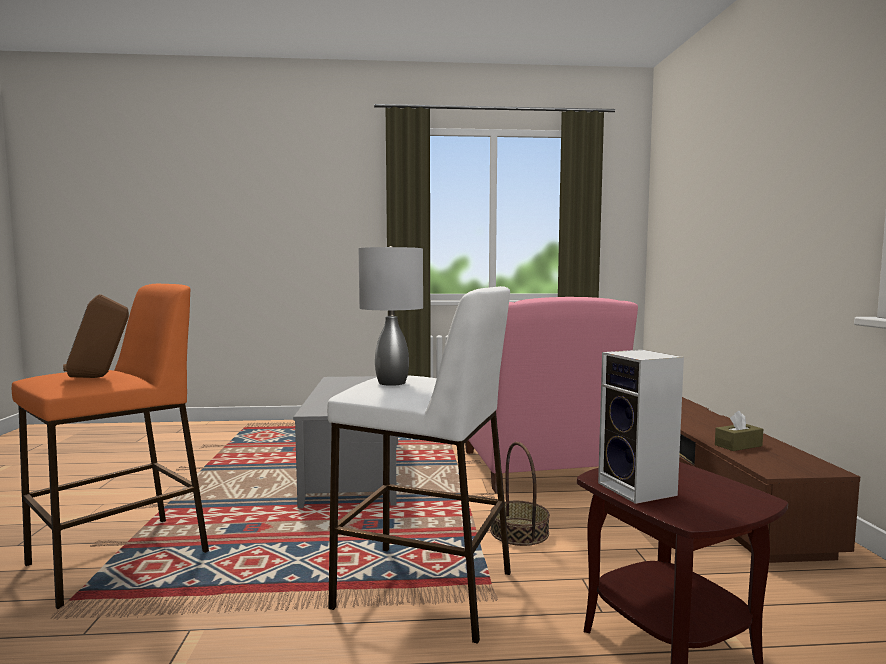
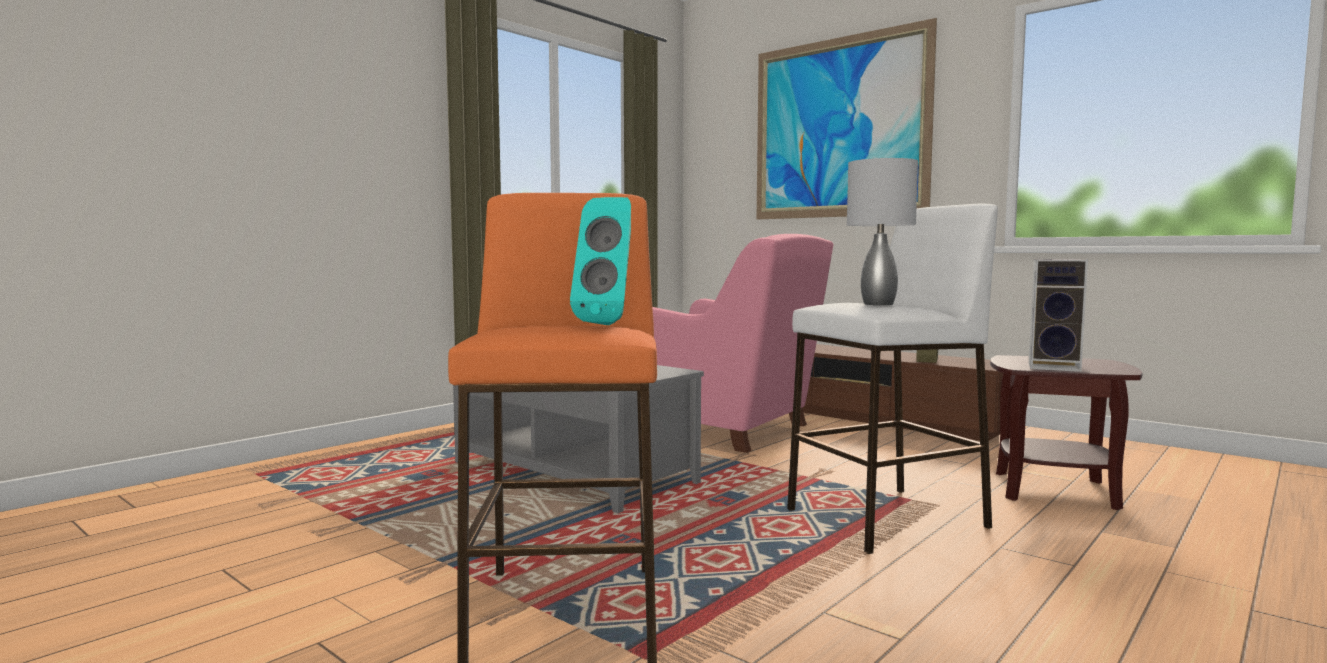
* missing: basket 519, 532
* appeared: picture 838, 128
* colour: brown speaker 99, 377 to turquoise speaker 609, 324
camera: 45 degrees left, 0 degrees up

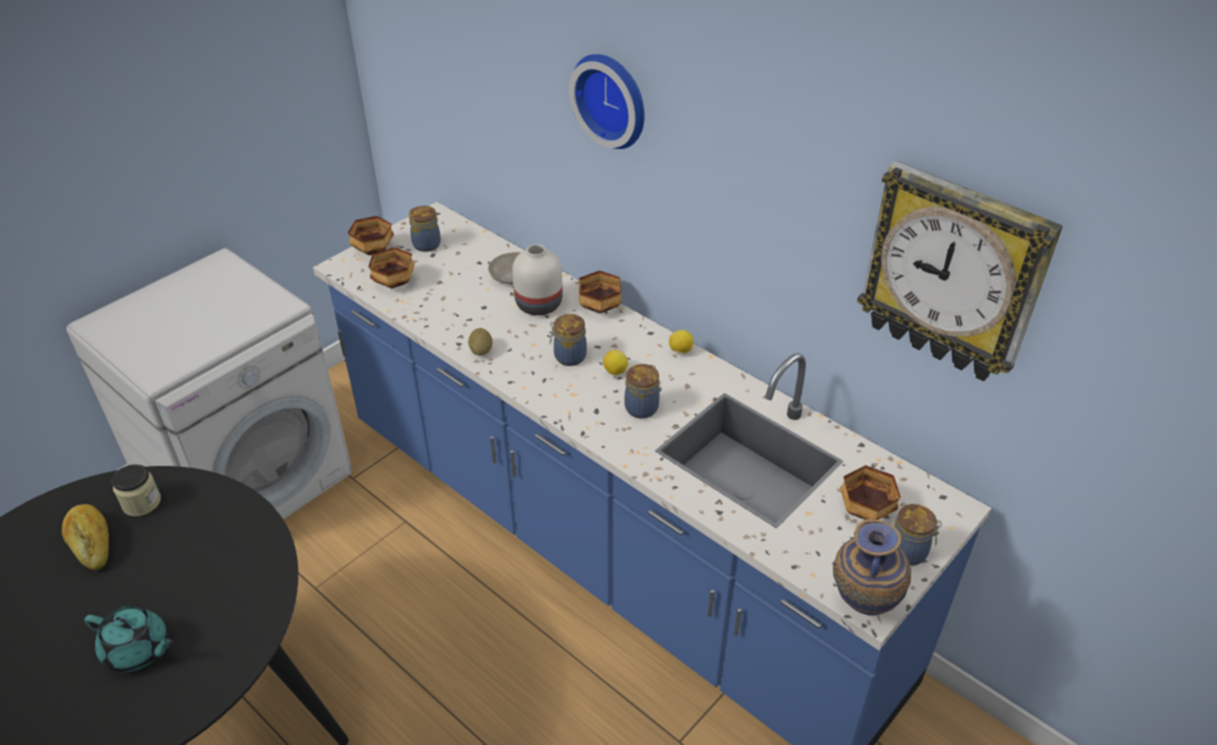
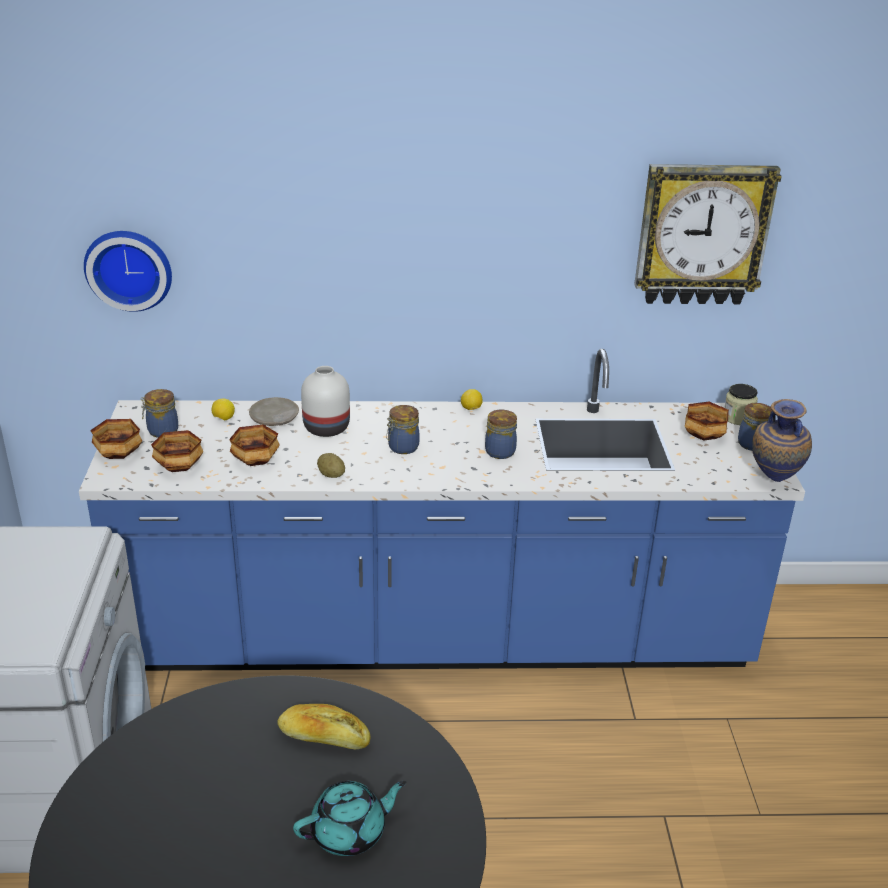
* relocated: bread 91, 543 to 323, 737
* relocated: jar 142, 503 to 738, 418
* relocated: wall clock 613, 99 to 129, 268
* relocated: bowl 600, 306 to 255, 460
* relocated: lemon 615, 371 to 223, 419
camera: 45 degrees left, 10 degrees down

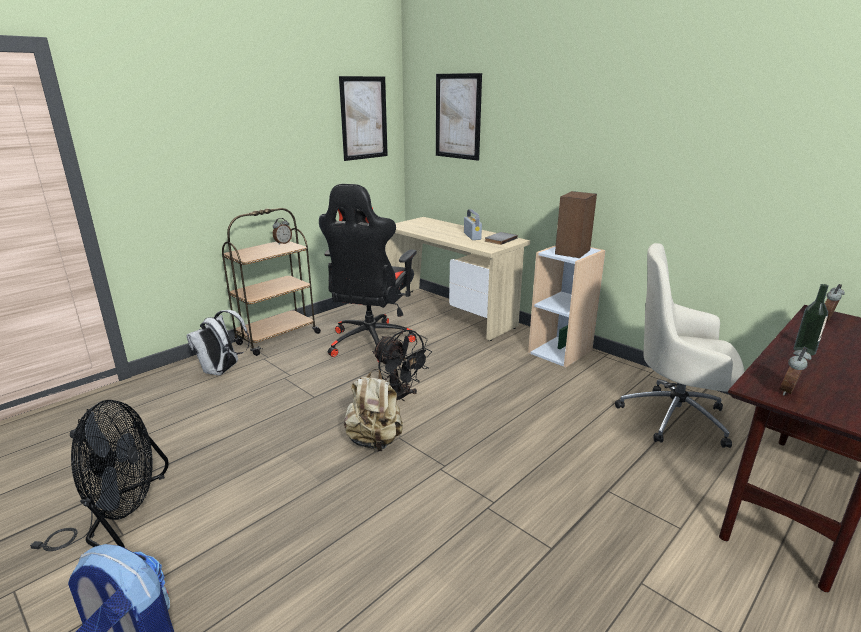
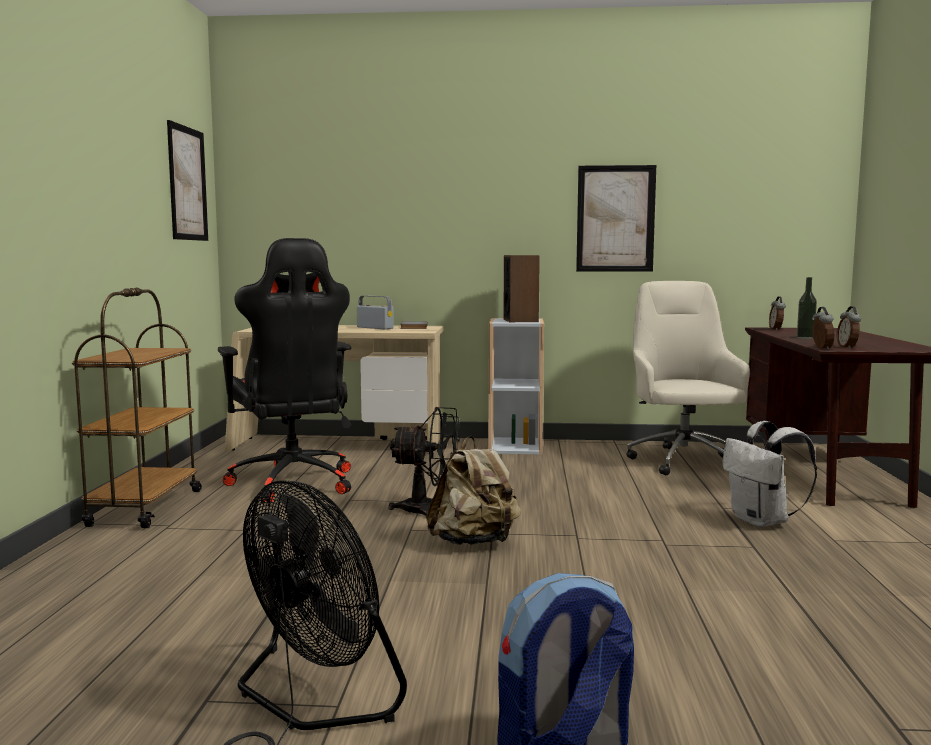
* relocated: white backpack 222, 371 to 762, 521
* relocated: alarm clock 283, 243 to 821, 348
* relocated: picture 458, 116 to 615, 219
* spun: beige office chair 673, 418 = 683, 461 105 degrees clockwise
camera: 40 degrees left, 15 degrees down

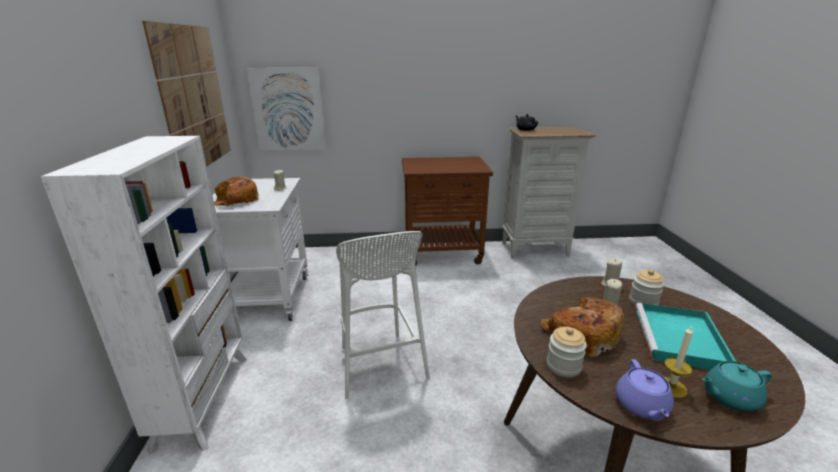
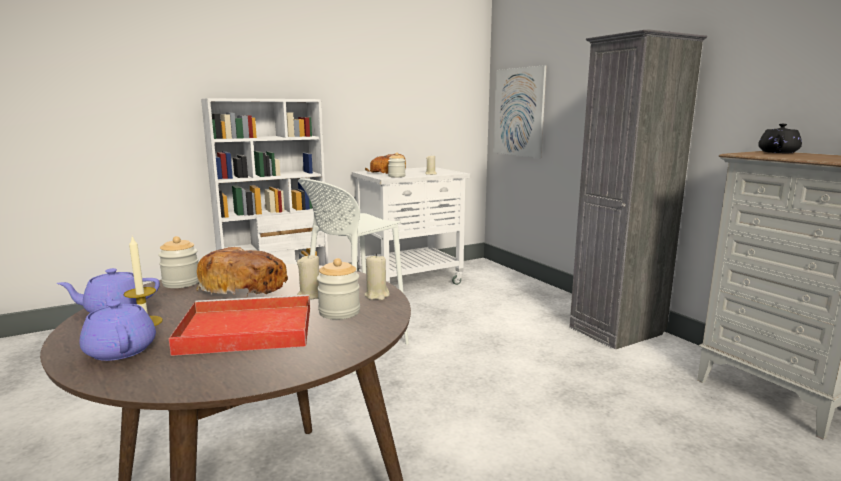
* missing: picture 193, 99
* appeared: jar 396, 176
* exchanged: brown cart 443, 254 to grey cabinet 617, 331
* colour: turquoise tray 681, 340 to red tray 244, 330
* colour: turquoise teapot 729, 397 to purple teapot 120, 349
camera: 65 degrees right, 10 degrees down

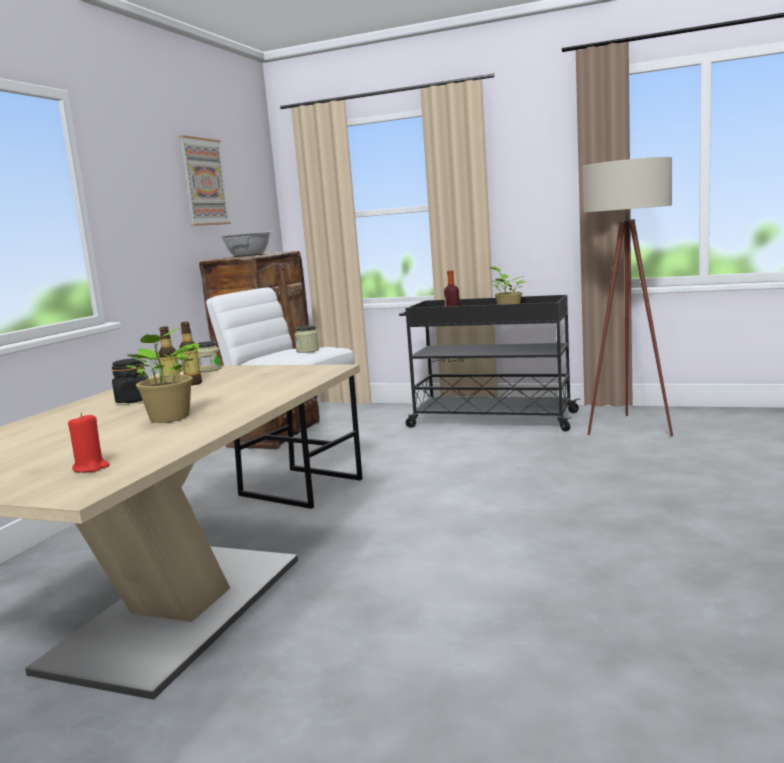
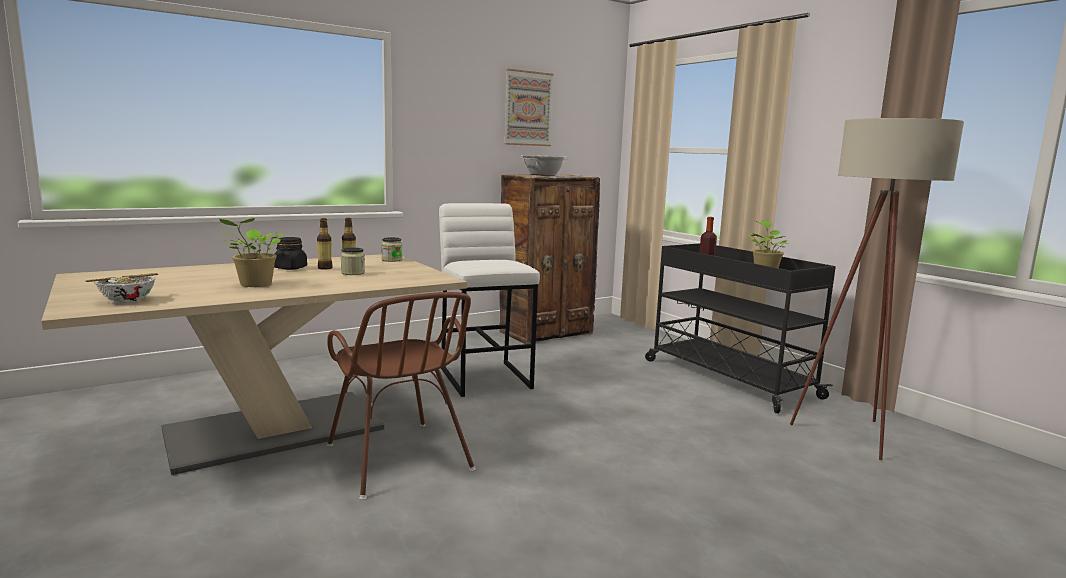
* appeared: brown chair 400, 460
* relocated: jar 307, 350 to 353, 273
* exchanged: red candle 91, 468 to bowl 127, 300
camera: 35 degrees right, 0 degrees up

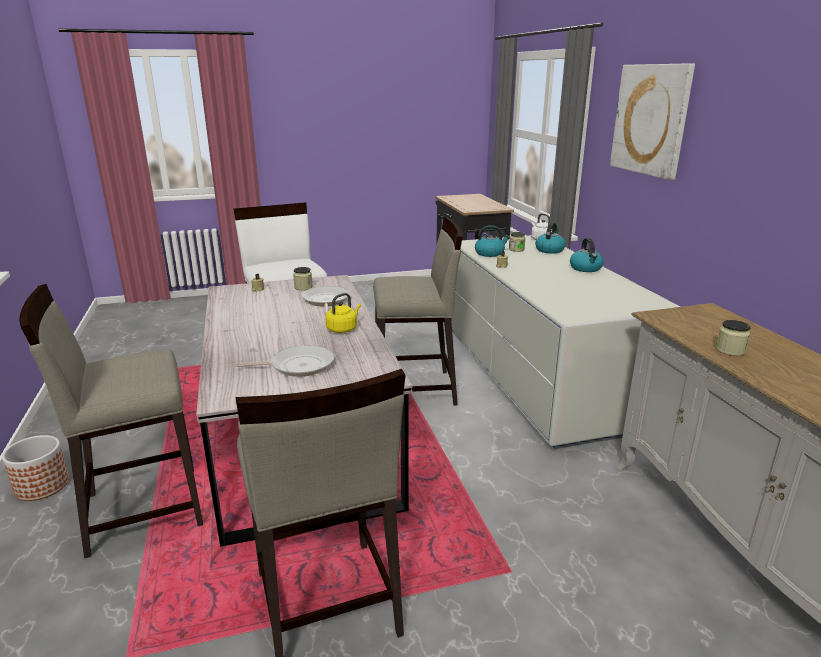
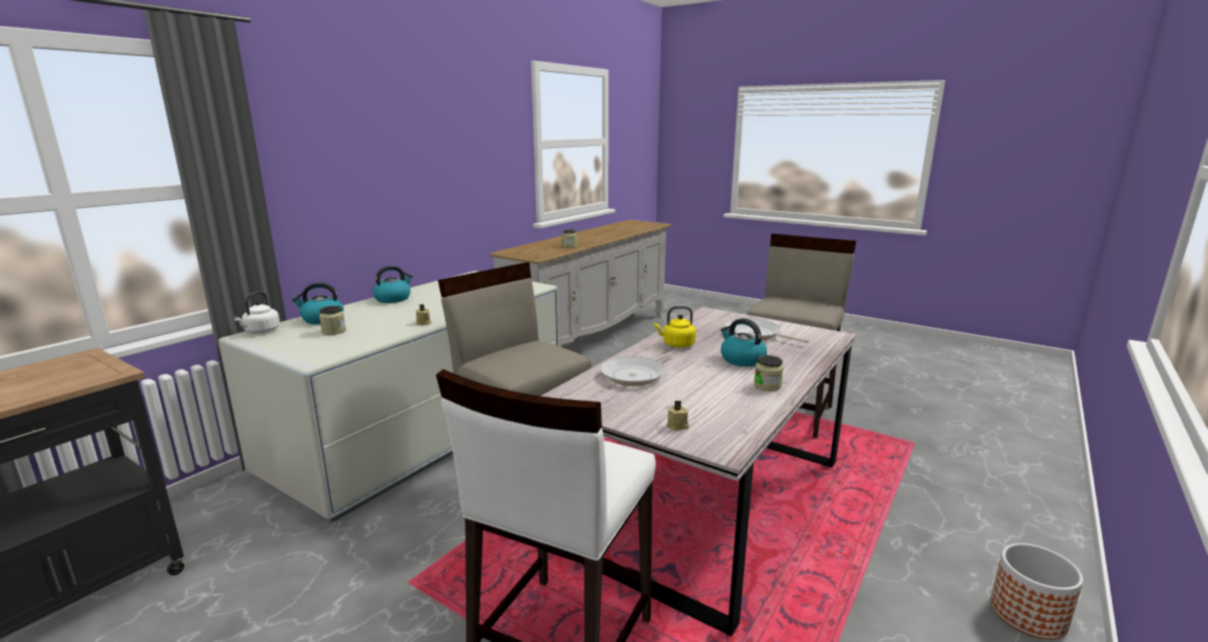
* missing: beige stool 142, 509
* missing: picture 651, 120
* relocated: jar 303, 287 to 767, 385
* relocated: kettle 490, 253 to 741, 359
camera: 130 degrees left, 5 degrees down

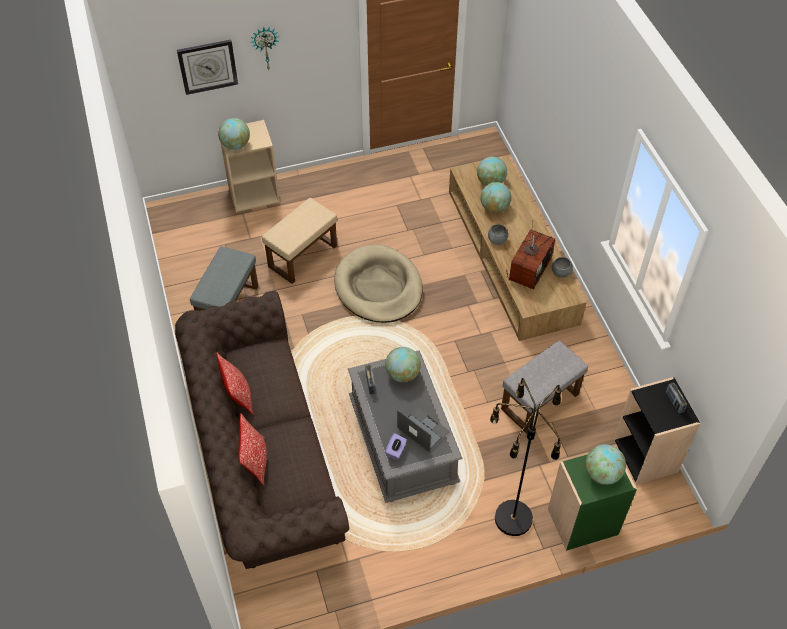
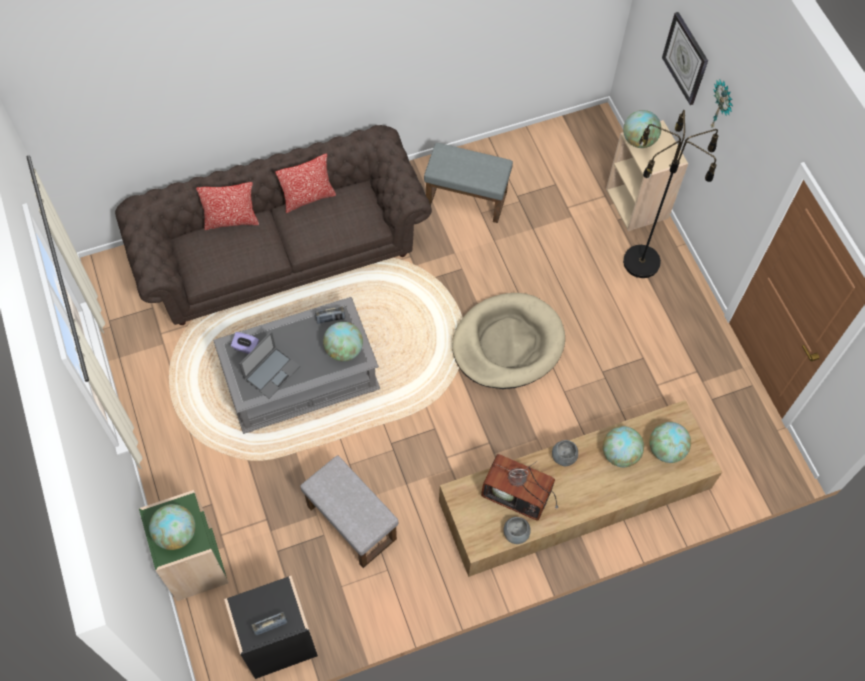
* missing: beige ottoman 302, 255
* relocated: floor lamp 512, 518 to 641, 261
camera: 85 degrees right, 10 degrees up

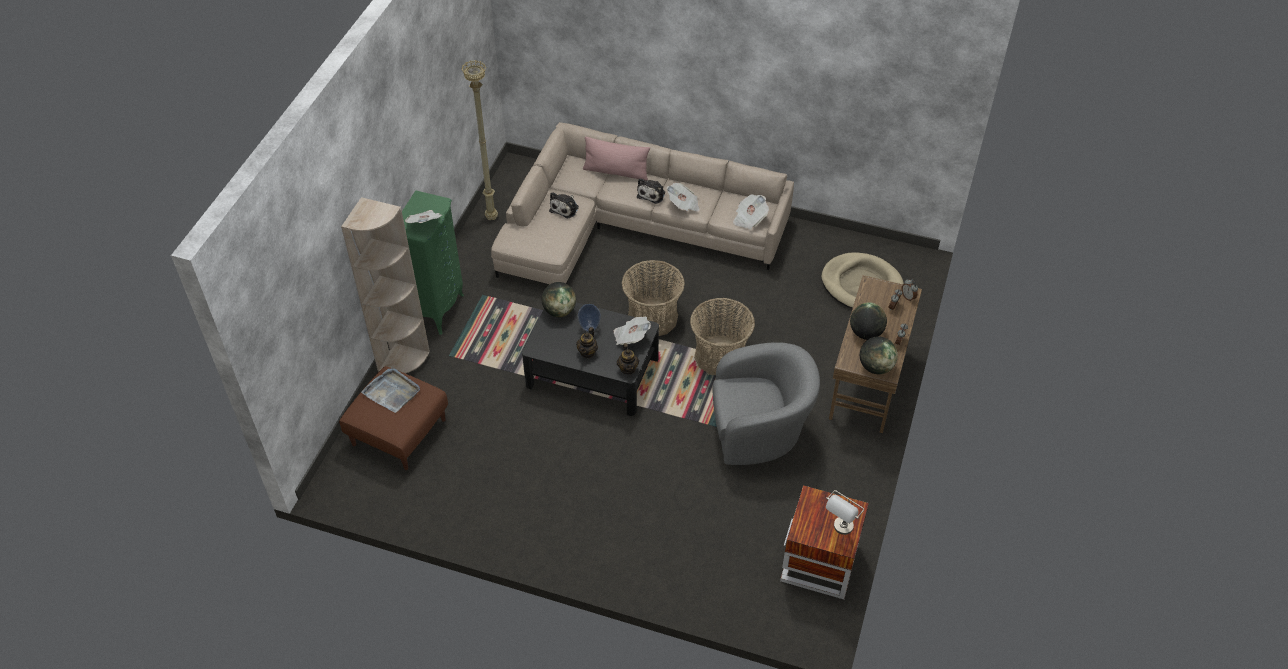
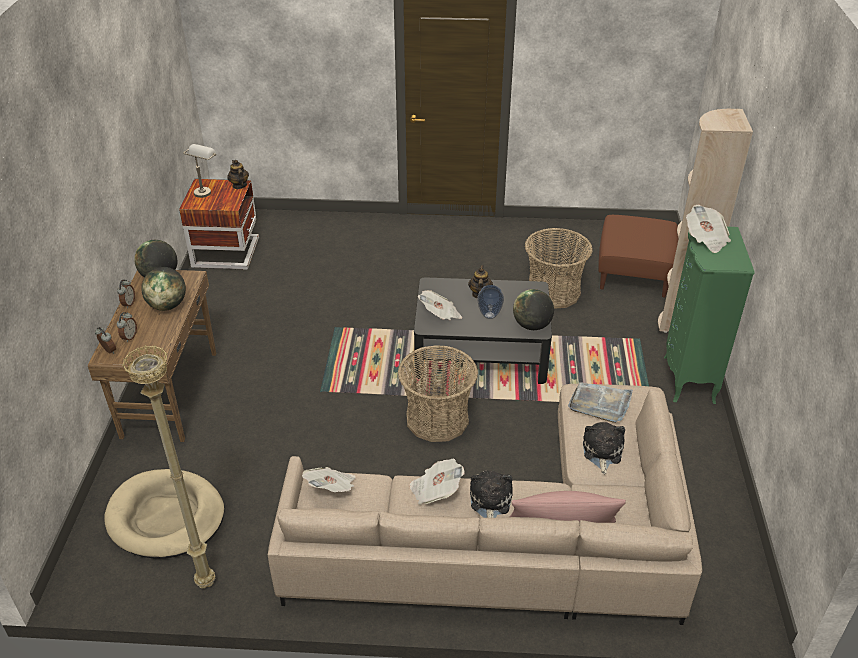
* missing: grey armchair 759, 432
* relocated: grey tray 392, 391 to 600, 403
* relocated: beige floor lamp 492, 218 to 204, 583
* relocated: teapot 628, 369 to 239, 185
* relocated: basket 719, 356 to 553, 292
camera: 165 degrees right, 10 degrees down

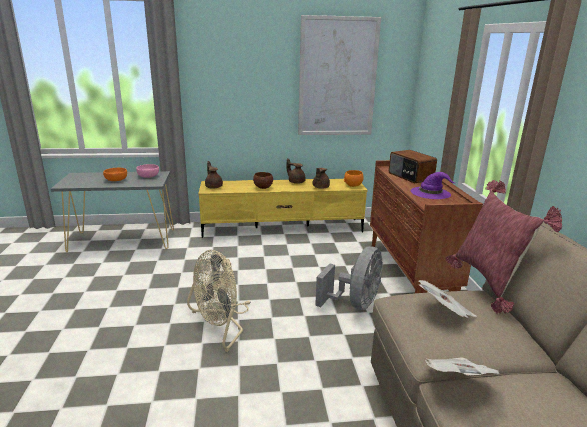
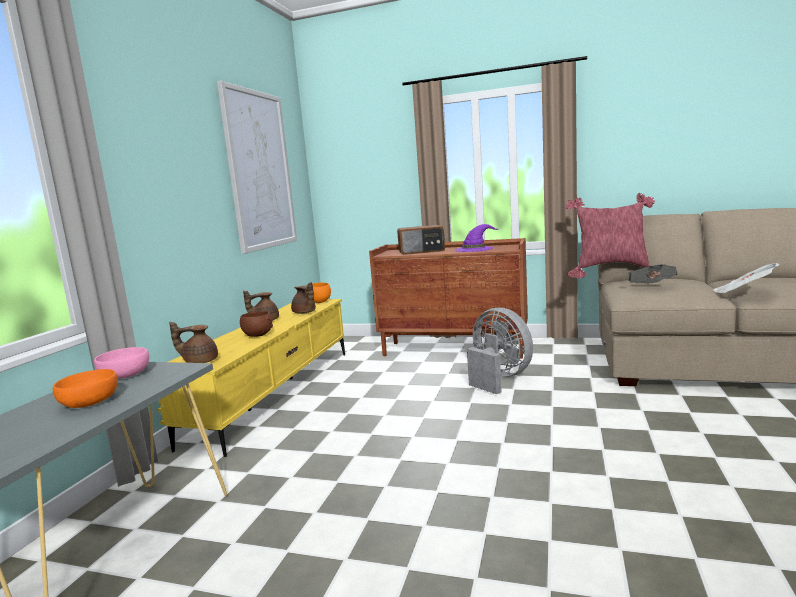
* missing: beige fan 222, 323
camera: 65 degrees left, 10 degrees down

